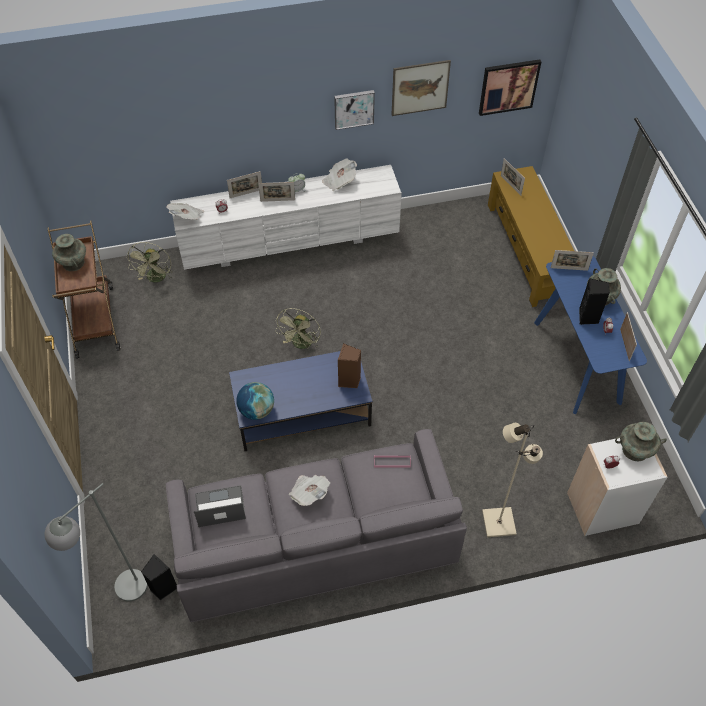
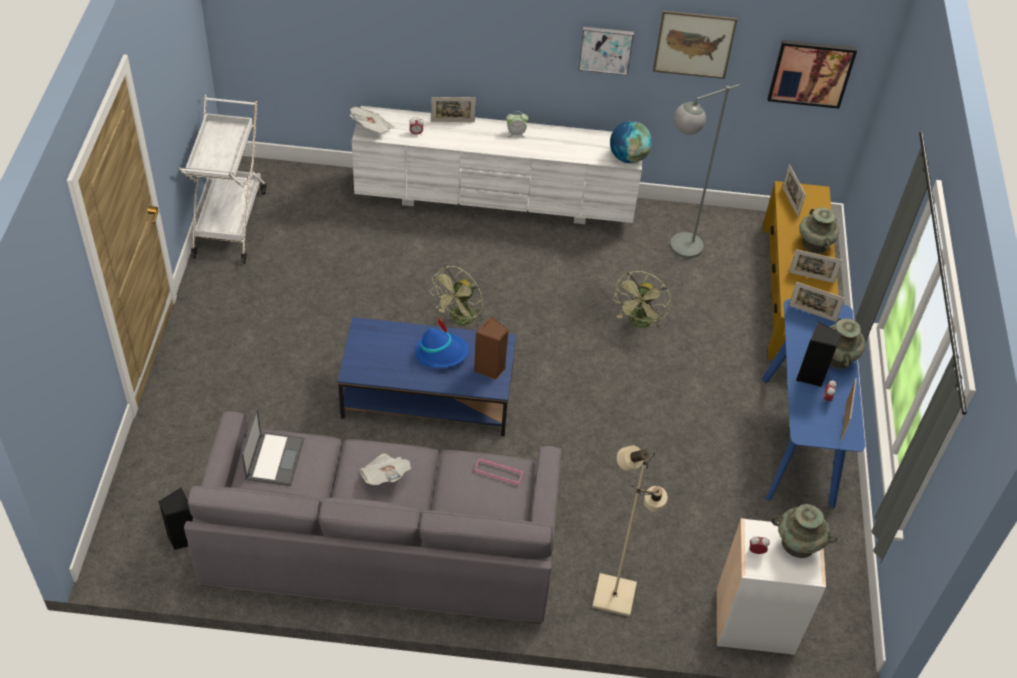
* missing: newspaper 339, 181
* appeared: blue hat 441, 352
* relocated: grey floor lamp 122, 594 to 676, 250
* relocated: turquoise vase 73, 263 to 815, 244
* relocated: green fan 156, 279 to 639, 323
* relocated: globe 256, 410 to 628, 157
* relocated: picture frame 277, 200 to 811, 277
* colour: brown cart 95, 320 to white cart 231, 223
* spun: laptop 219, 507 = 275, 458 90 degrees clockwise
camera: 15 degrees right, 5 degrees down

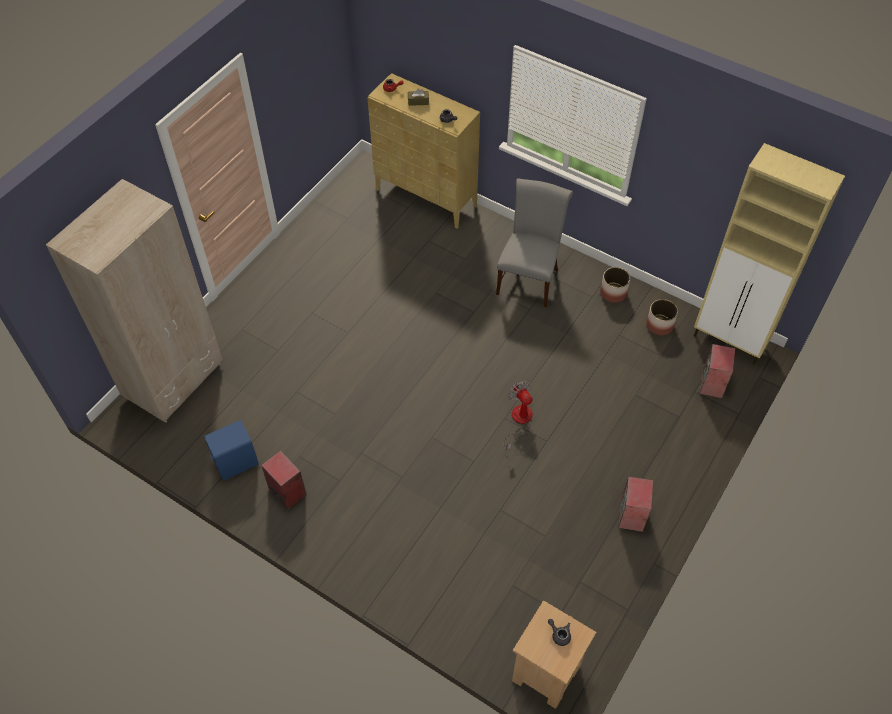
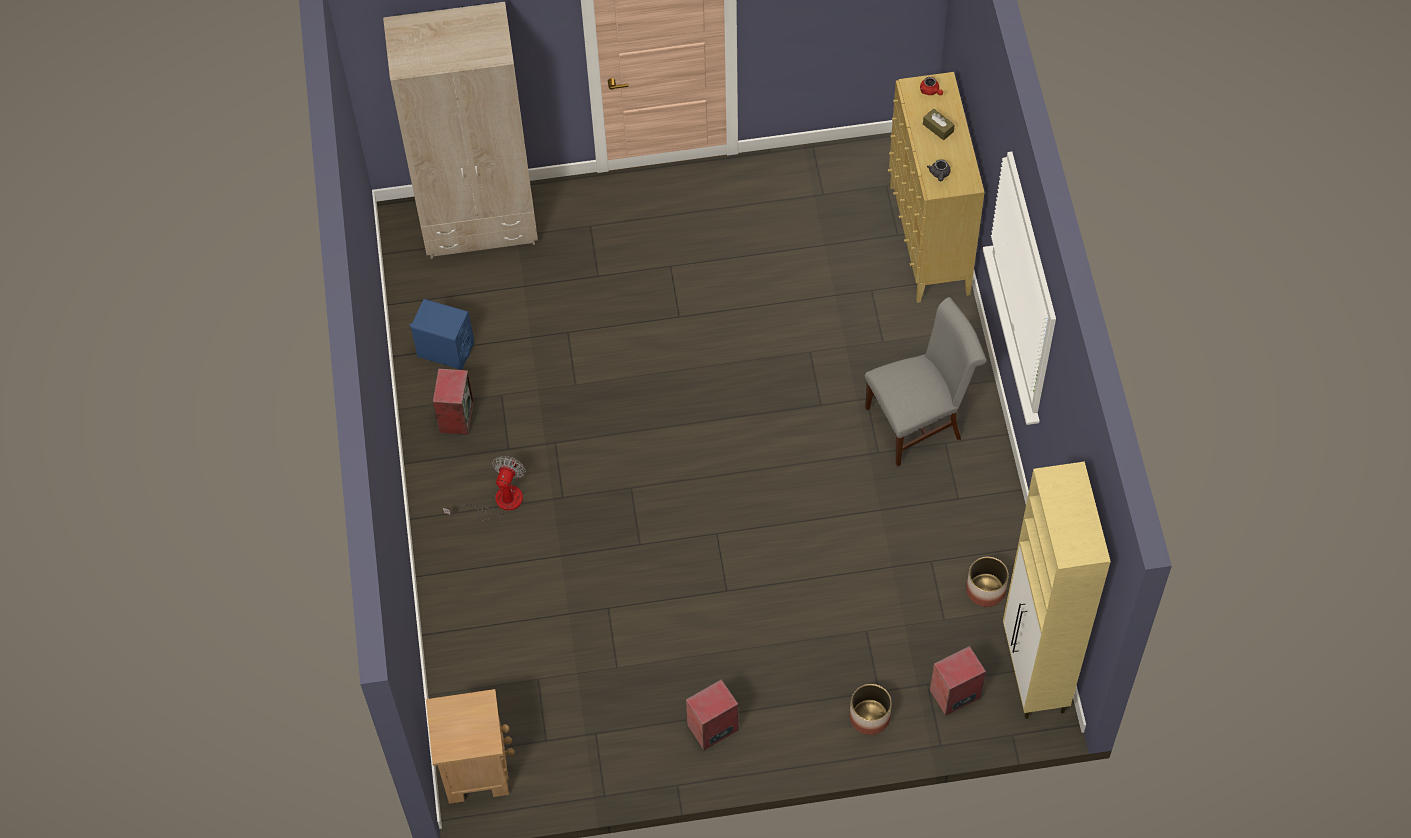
* missing: grey teapot 559, 634
* relocated: fan 519, 421 to 498, 502
* relocated: planter 613, 293 to 869, 717
camera: 50 degrees right, 5 degrees up

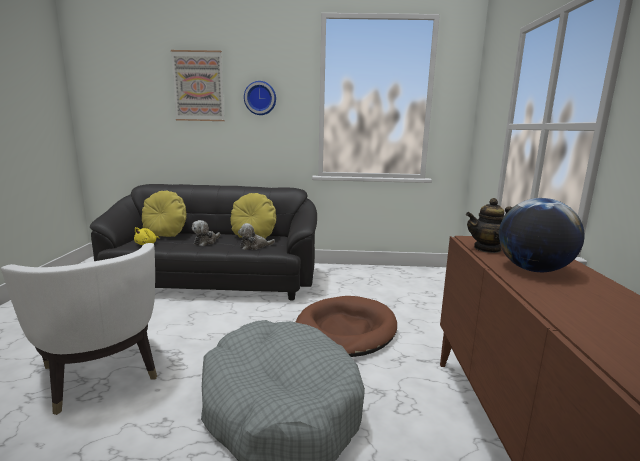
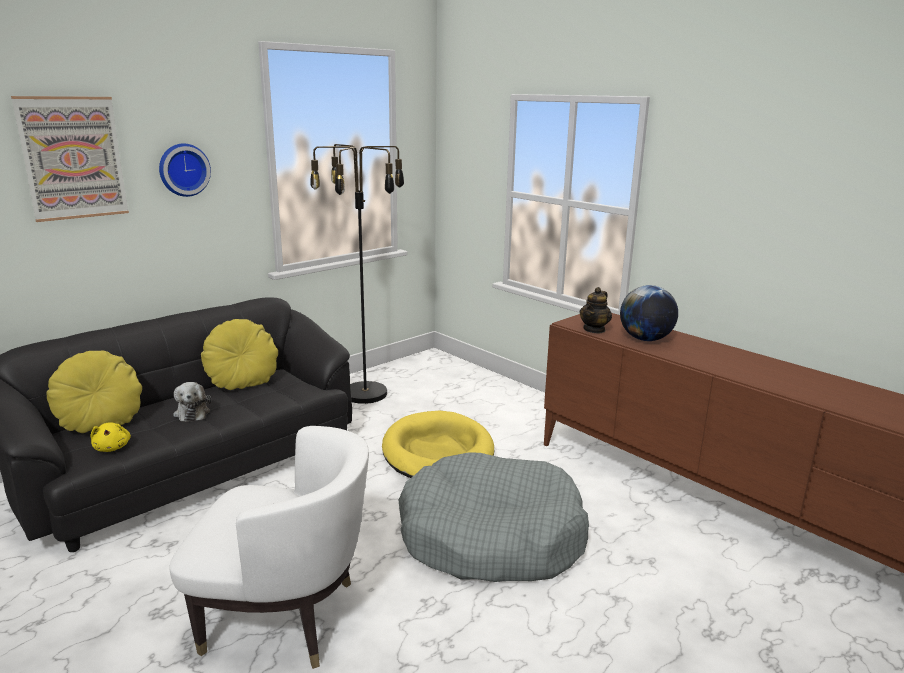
* missing: plush toy 254, 246
* appeared: floor lamp 364, 394
* colour: brown dog bed 345, 330 to yellow dog bed 438, 452
camera: 45 degrees left, 5 degrees up

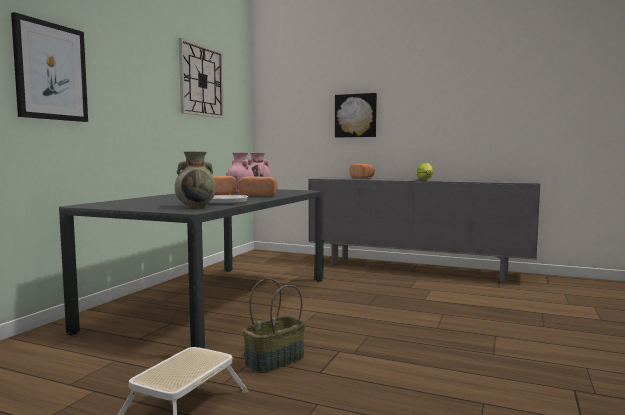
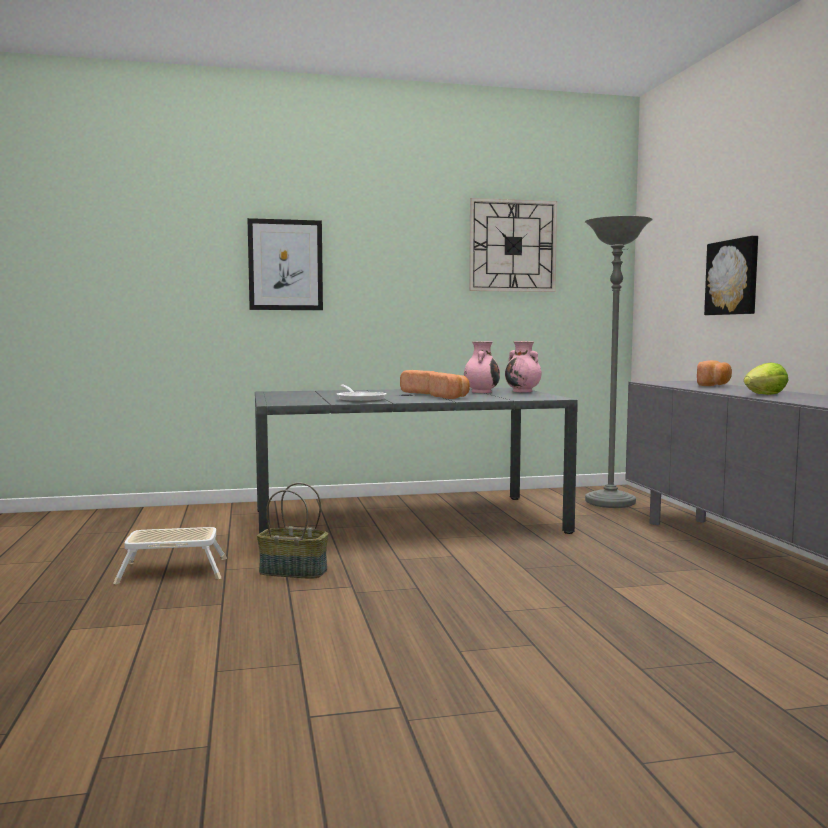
* missing: beige vase 196, 207
* appeared: grey floor lamp 610, 503
camera: 55 degrees right, 0 degrees up

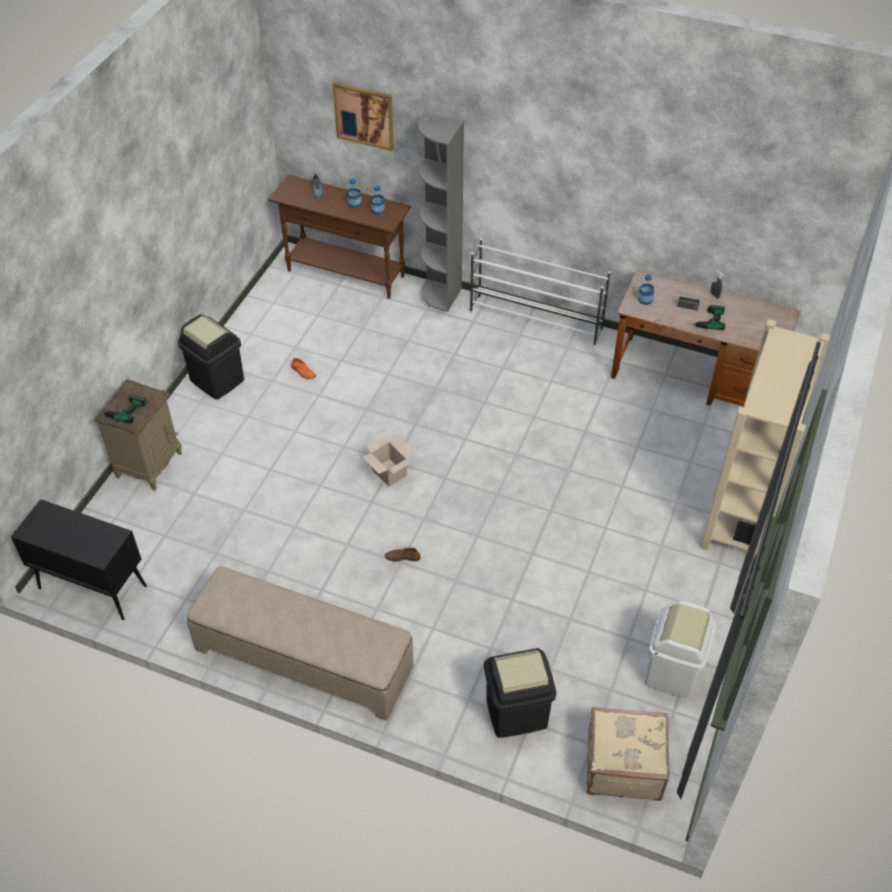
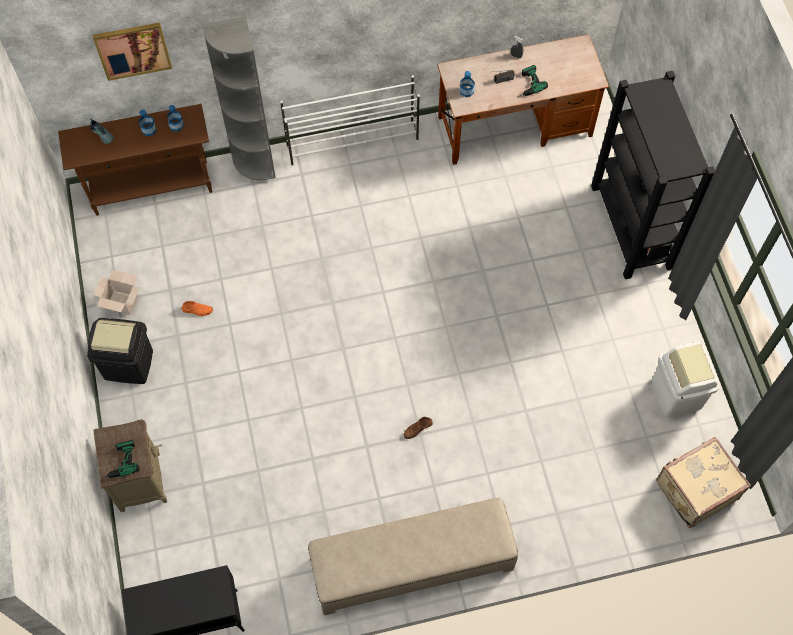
* missing: black trash can 516, 713
* relocated: cardboard box 390, 473 to 123, 302
* colour: beige bookcase 743, 510 to black bookcase 631, 227
camera: 35 degrees left, 15 degrees up

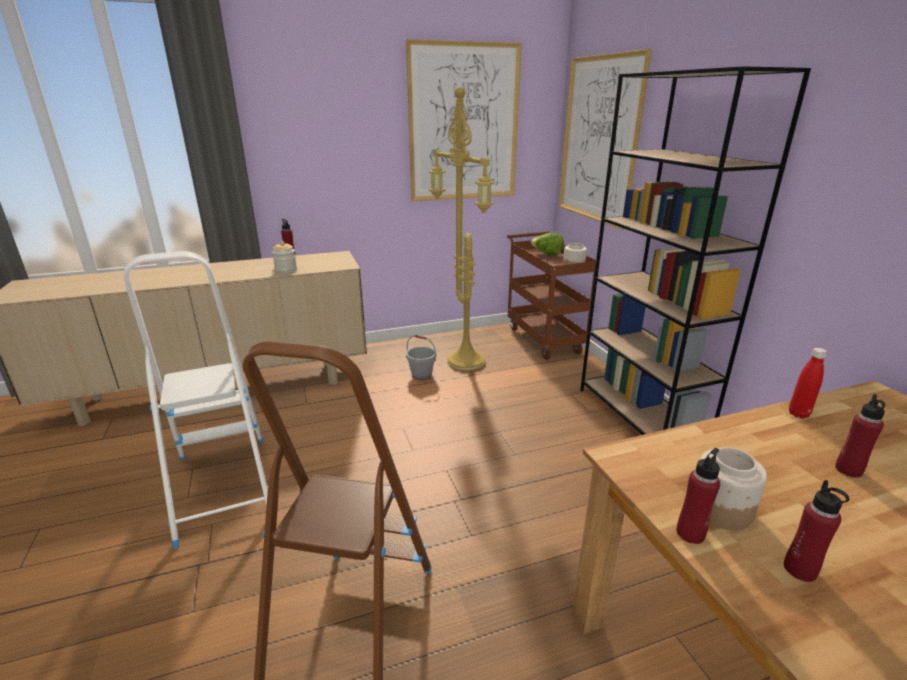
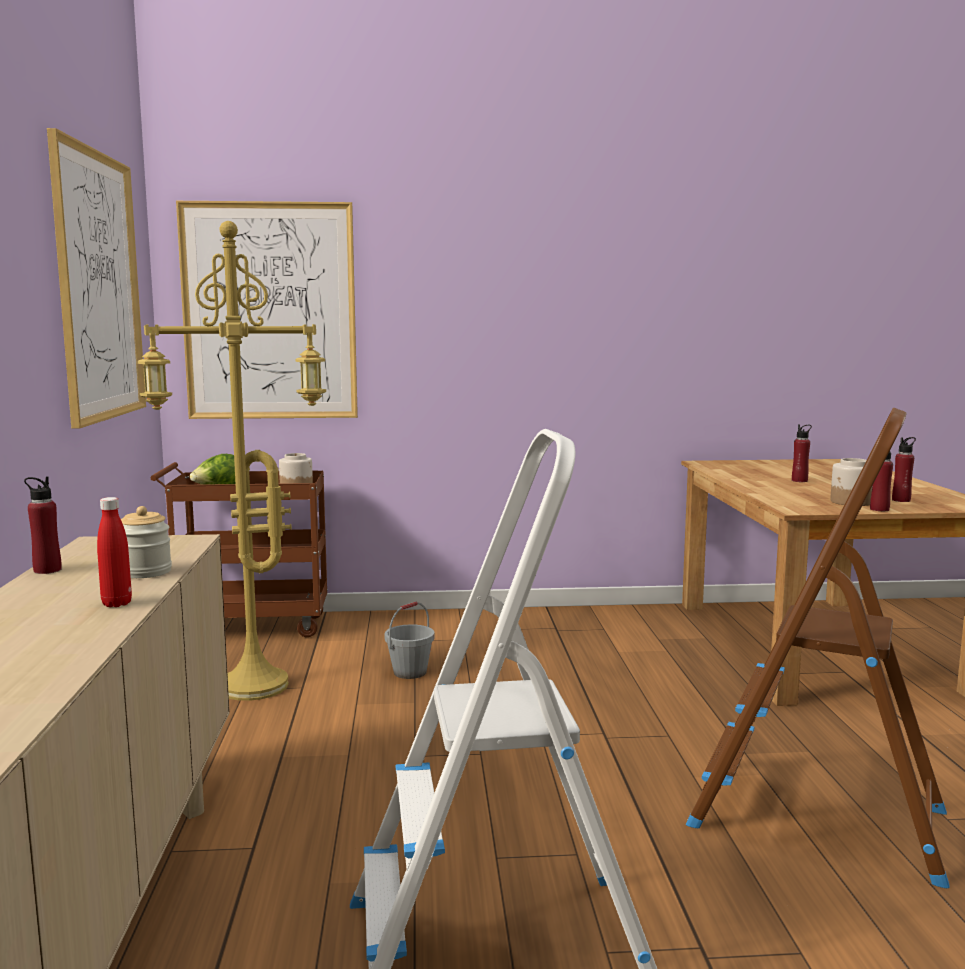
* missing: beige bookcase 641, 417
* relocated: grey bucket 422, 375 to 410, 672
* relocated: red bottle 798, 414 to 116, 603
camera: 75 degrees left, 15 degrees down

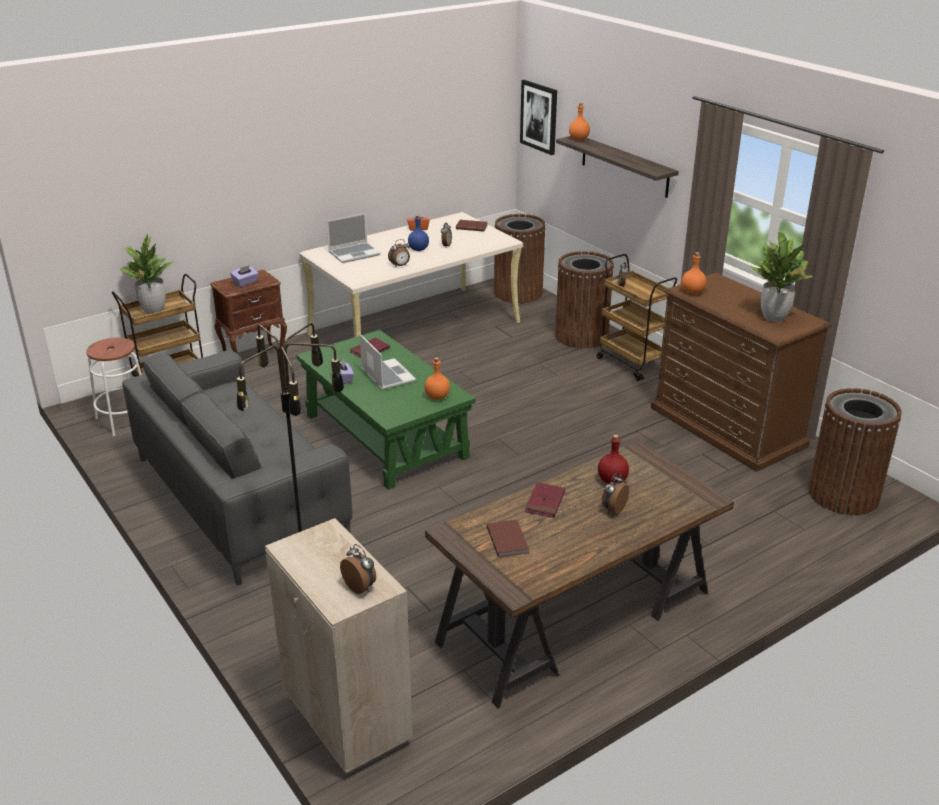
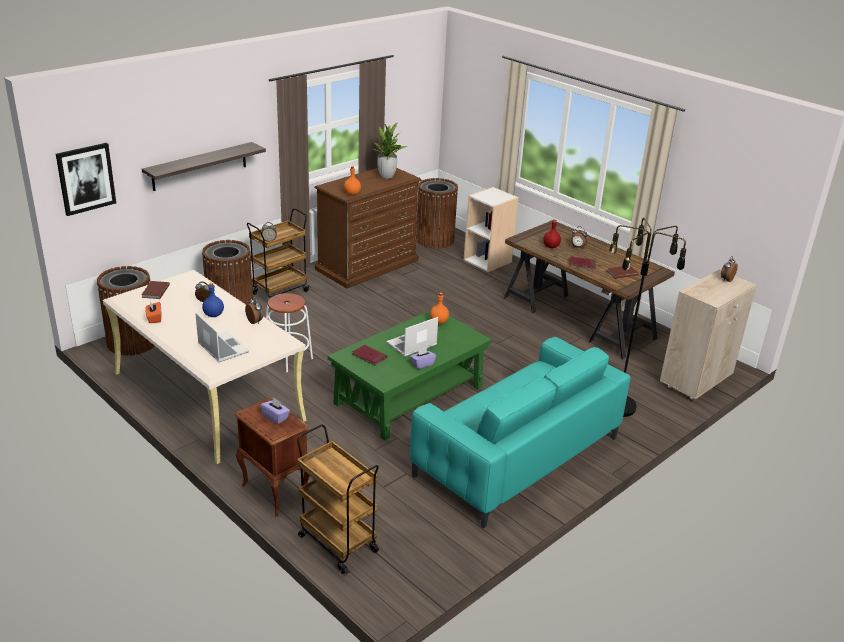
* missing: potted plant 153, 310
* missing: orange bottle 579, 139
* appeared: bookcase 487, 261
* relocated: white stool 124, 419 to 288, 358
* colour: grey sofa 238, 497 to turquoise sofa 517, 457
camera: 100 degrees left, 0 degrees up

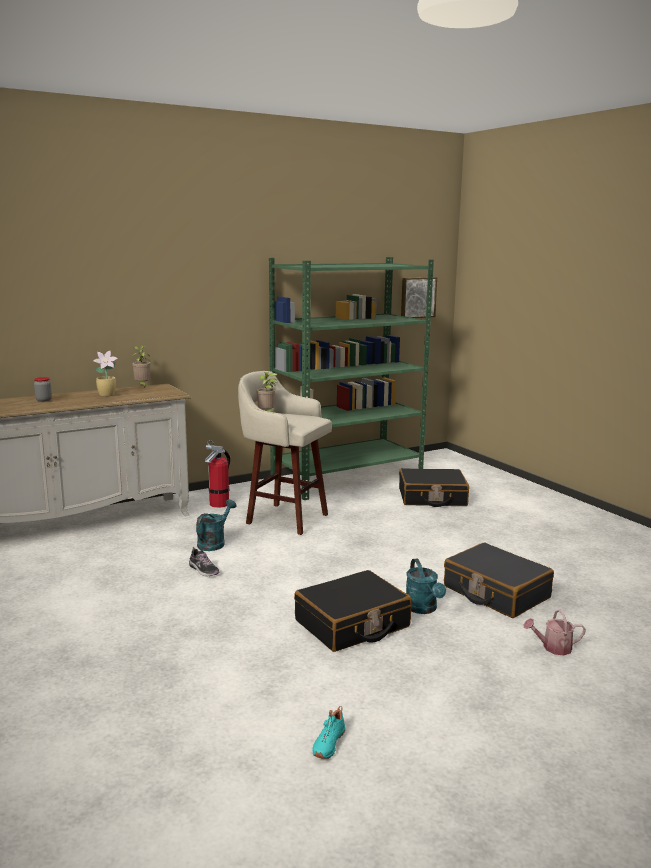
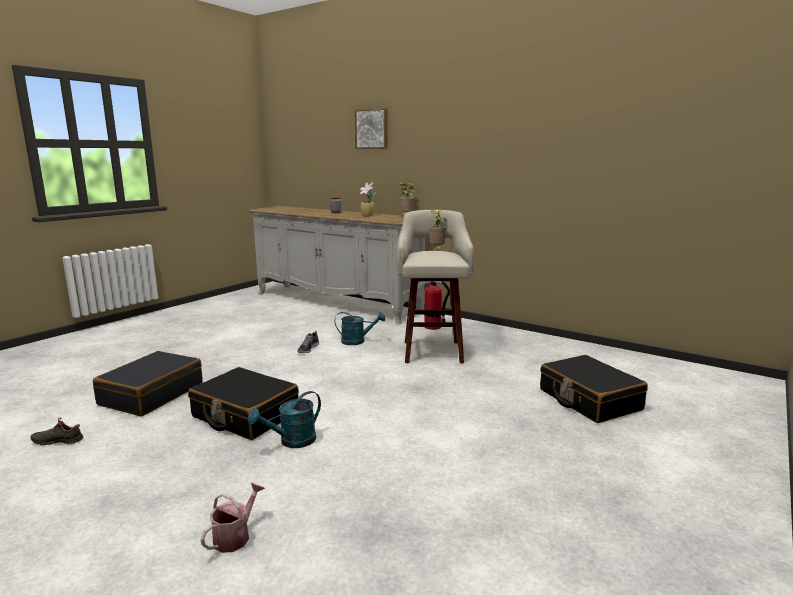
* missing: green bookcase 347, 478
* relocated: picture 417, 297 to 372, 129
* relocated: black suitcase 495, 592 to 151, 394
* colour: turquoise shoe 327, 743 to black shoe 58, 440
* spun: watering can 553, 648 = 235, 536 60 degrees clockwise
camera: 65 degrees right, 0 degrees up

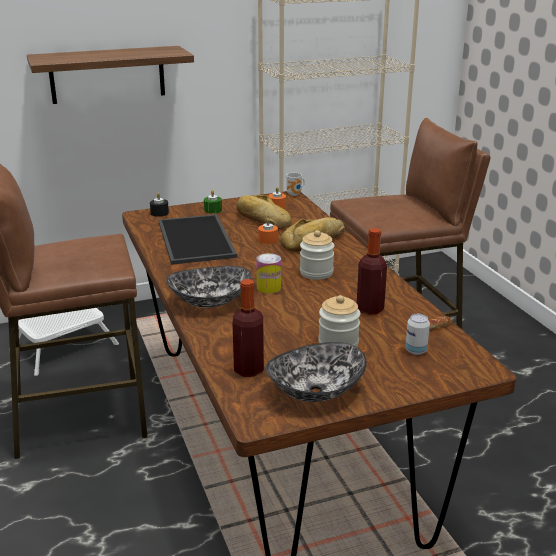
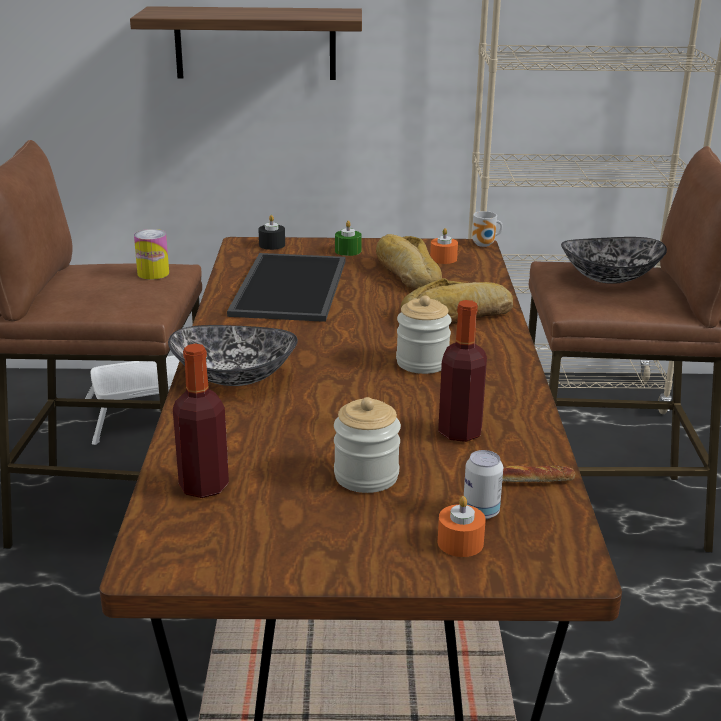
* relocated: can 268, 287 to 153, 273
* relocated: orange candle 268, 240 to 460, 542
* relocated: bowl 316, 392 to 610, 278
camera: 20 degrees right, 0 degrees up

